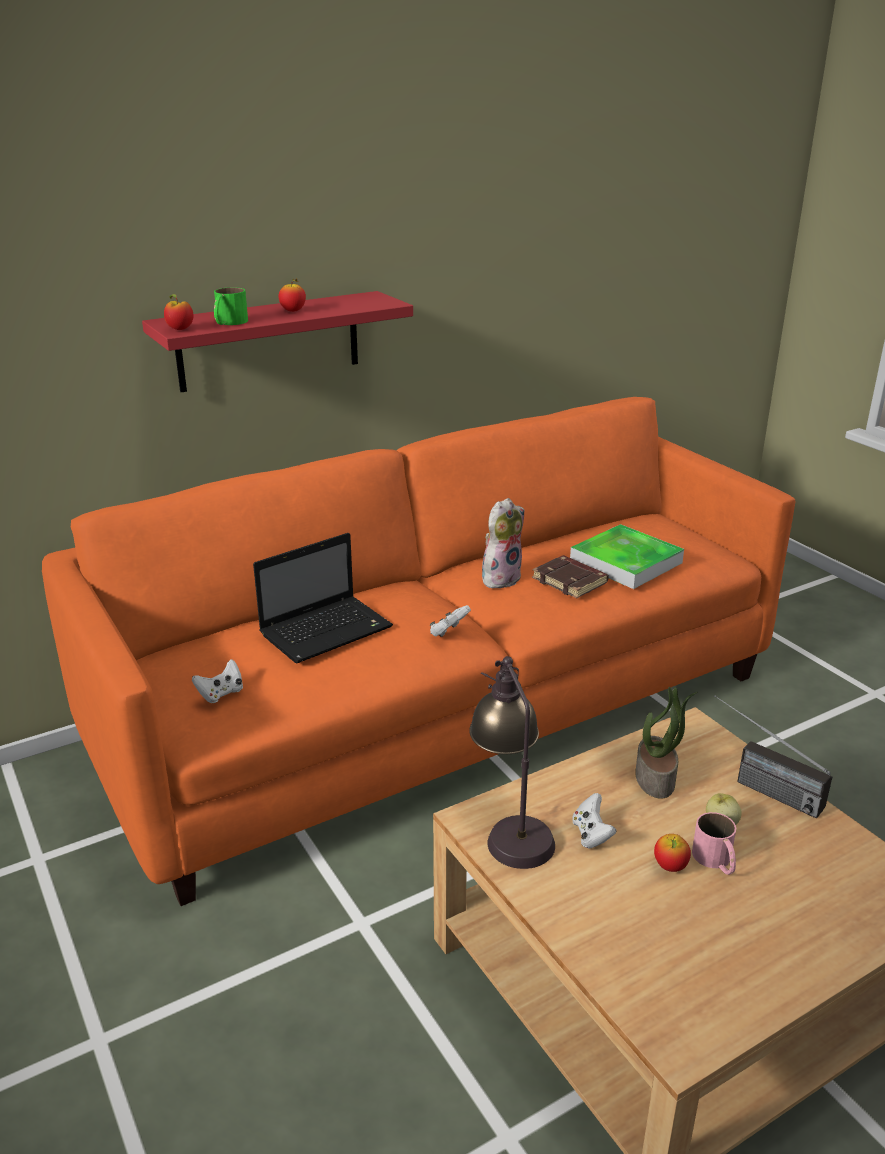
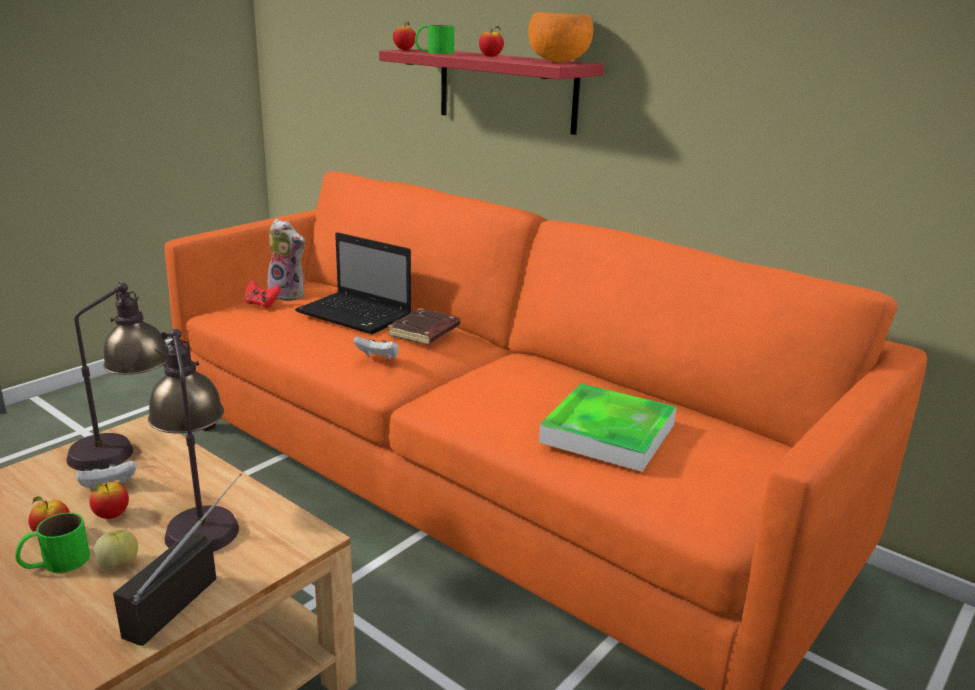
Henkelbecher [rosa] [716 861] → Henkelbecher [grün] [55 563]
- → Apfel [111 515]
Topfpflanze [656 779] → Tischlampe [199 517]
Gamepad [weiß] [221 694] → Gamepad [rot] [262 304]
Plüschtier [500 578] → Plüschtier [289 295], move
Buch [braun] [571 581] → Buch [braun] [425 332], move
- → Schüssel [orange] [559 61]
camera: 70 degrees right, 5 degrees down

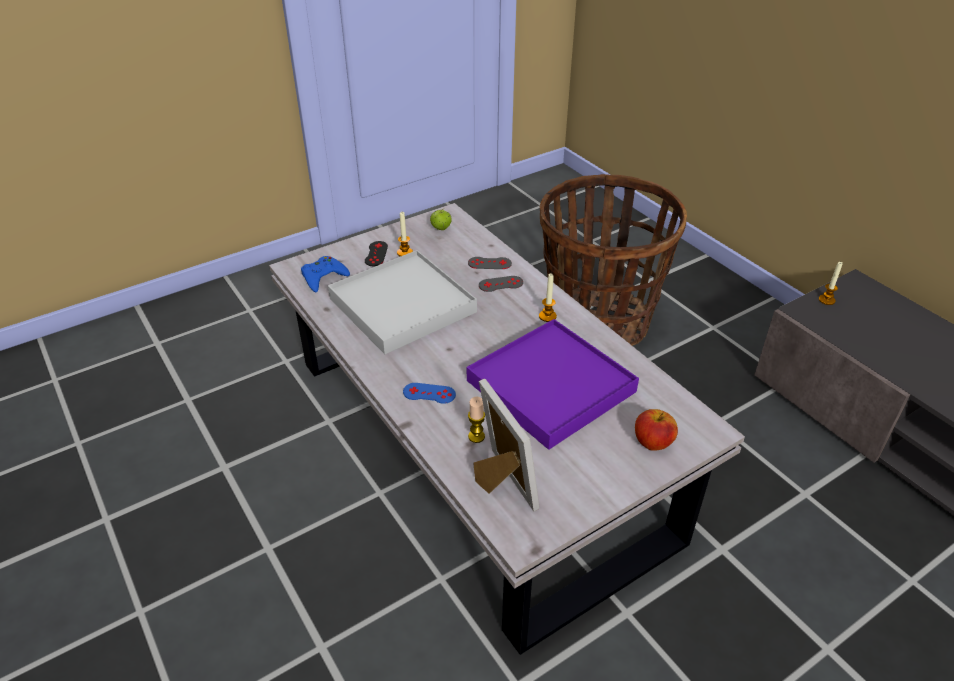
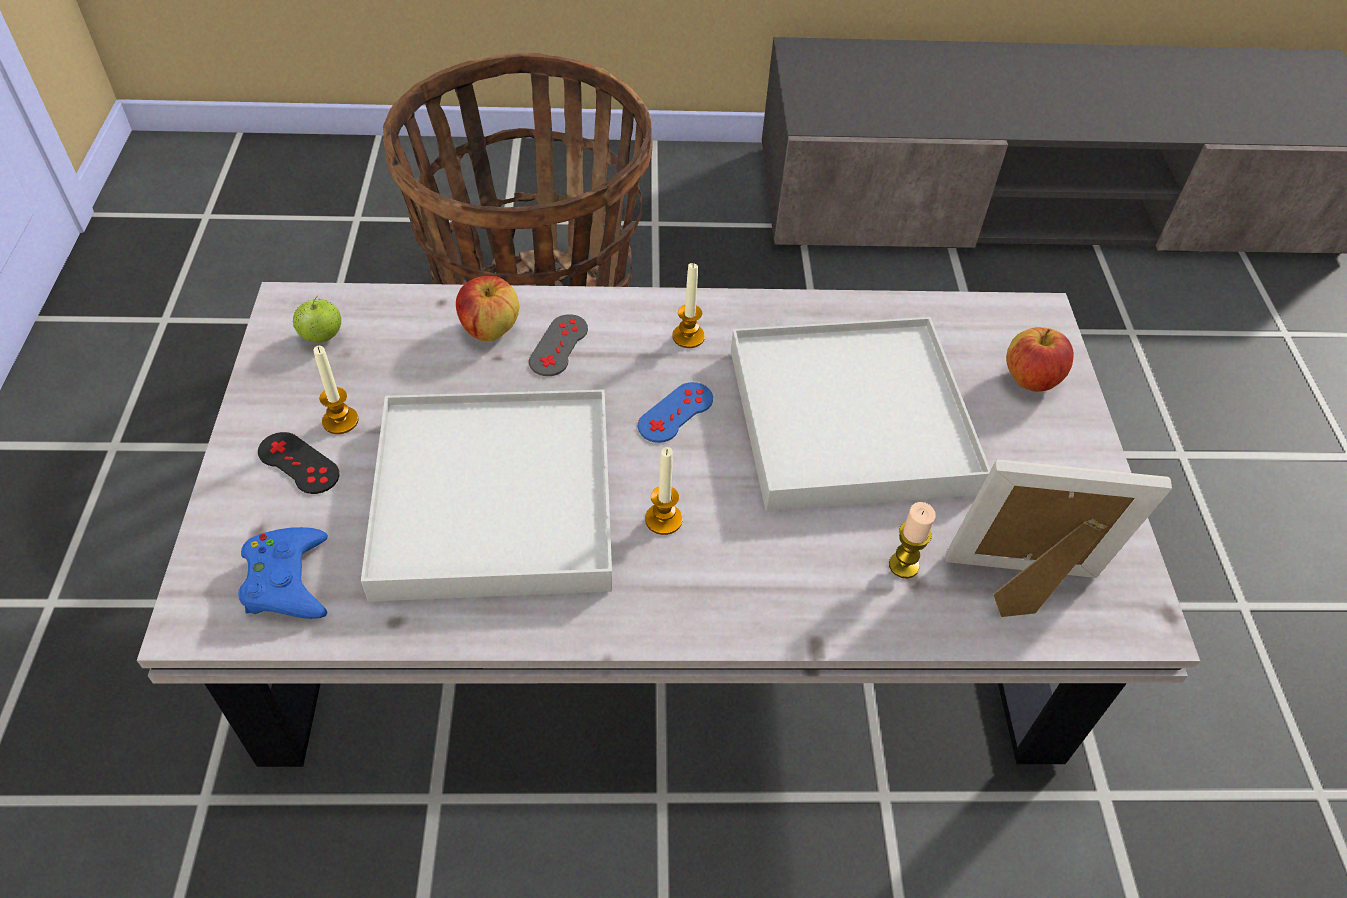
Gamepad [grau] [489 263] → Apfel [490 329]
Gamepad [blau] [429 393] → Gamepad [blau] [675 412], move
Kerze [826 300] → Kerze [663 519], move
Tablett [lila] [551 386] → Tablett [weiß] [849 419]
camera: 60 degrees left, 10 degrees up

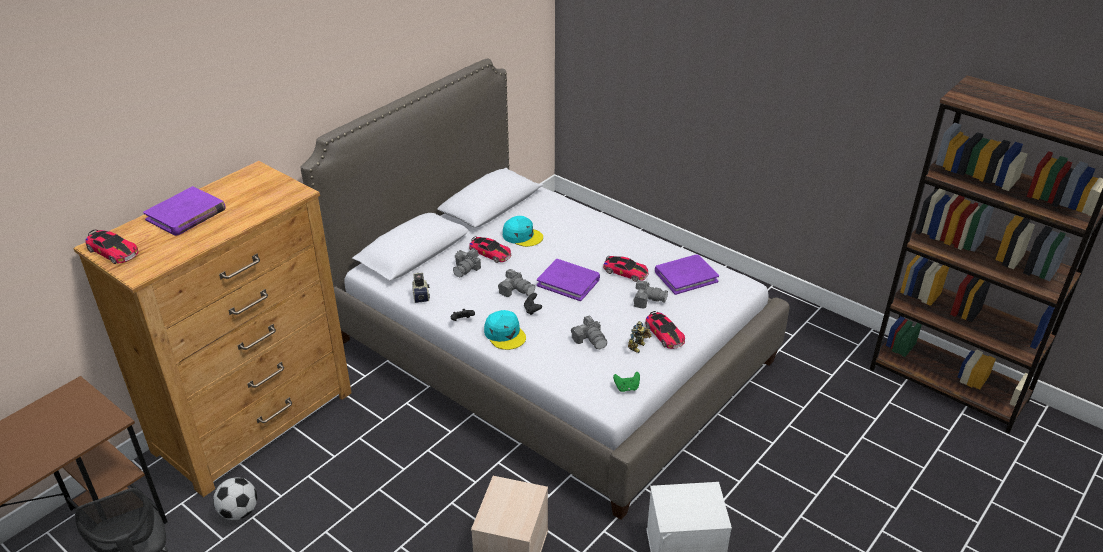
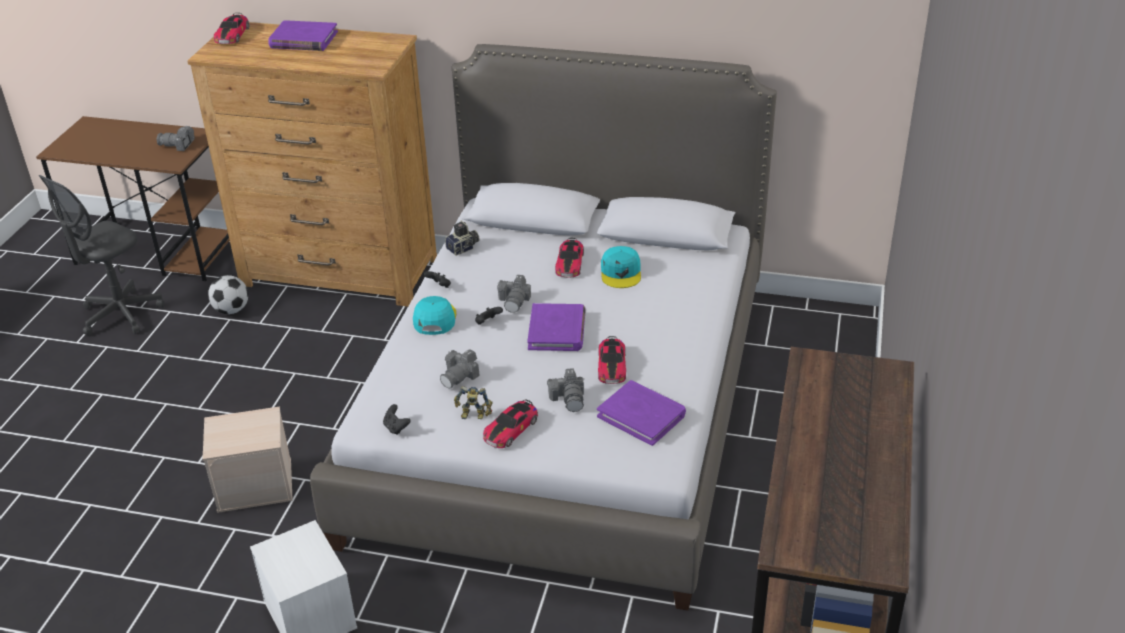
Kamera [466 269] → Kamera [178 145], move
Gamepad [grün] [627 388] → Gamepad [schwarz] [396 428]
Kappe [türkis] [505 334] → Kappe [türkis] [434 319], 150 degrees clockwise
camera: 65 degrees right, 0 degrees up

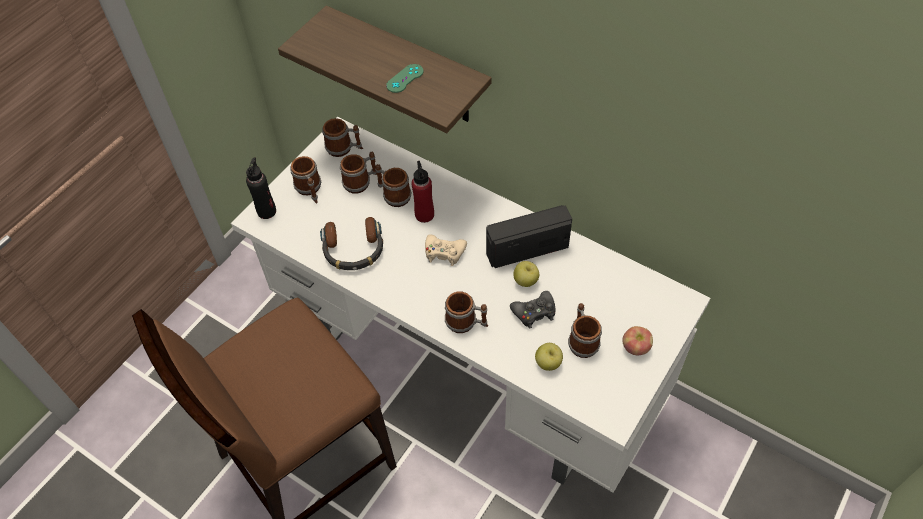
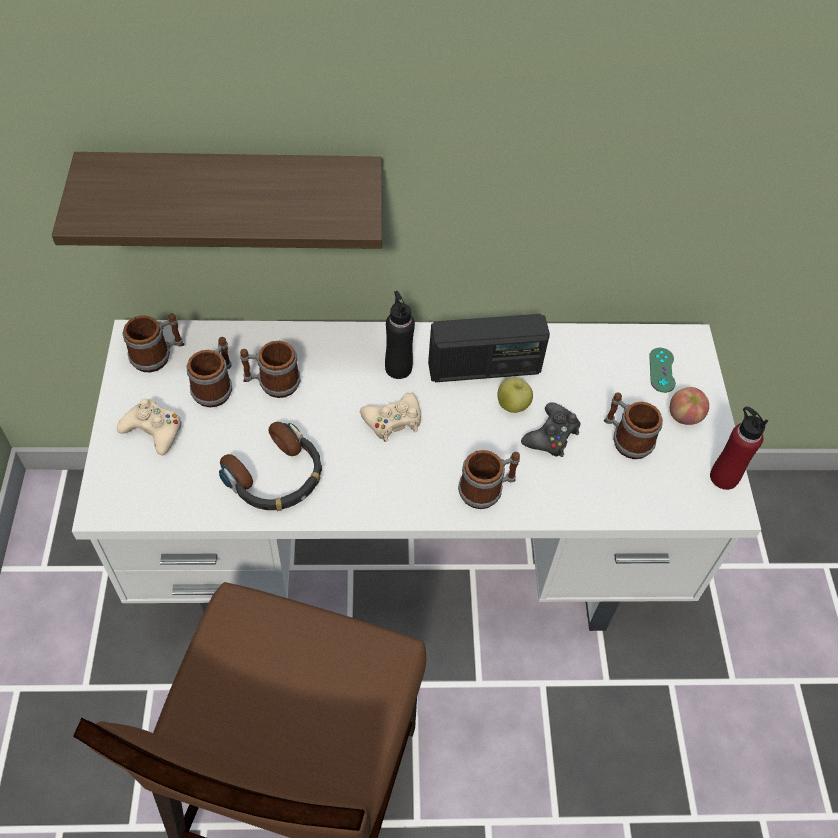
Henkelbecher [310 190] → Gamepad [beige] [154 430]
Flasche [schwarz] [267 211] → Flasche [schwarz] [398 368], move
Radio [527 249] → Radio [484 368], 135 degrees counterclockwise
Gamepad [grün] [405 78] → Gamepad [grün] [662 370], move
Flasche [rot] [424 215] → Flasche [rot] [724 477], move
Apfel [548 363] → -
camera: 40 degrees left, 0 degrees up

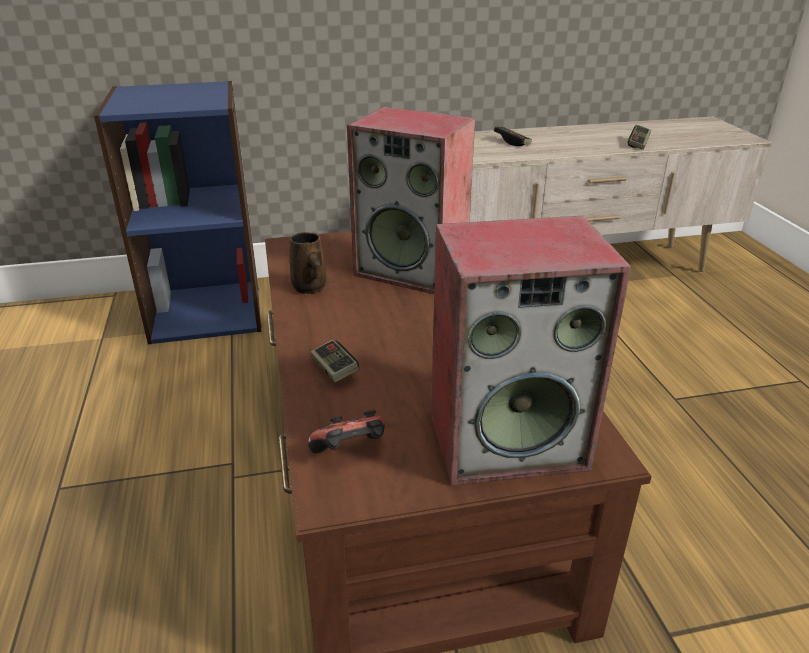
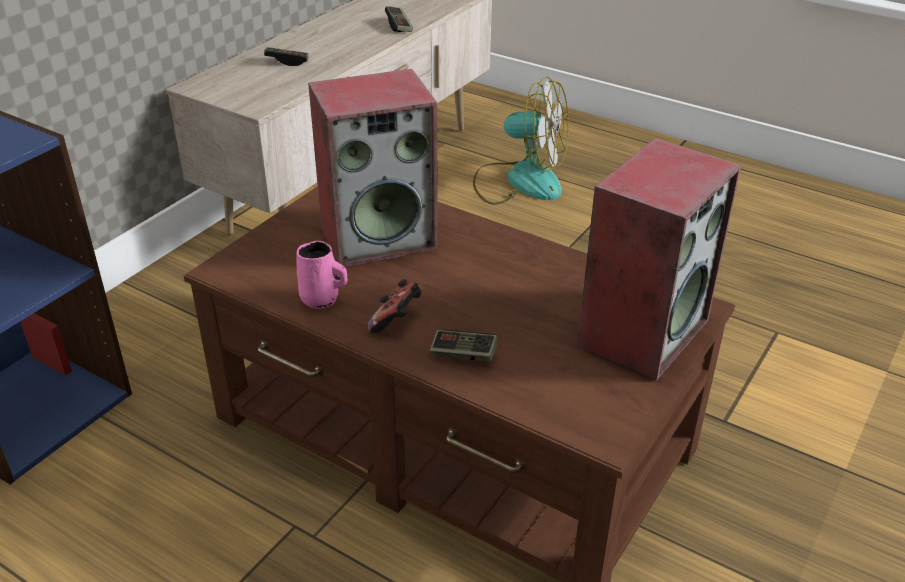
Henkelbecher [braun] [310 288] → Henkelbecher [rosa] [322 300]
Gamepad [350 453] → Gamepad [397 321], move
- → Ventilator [520 181]
camera: 45 degrees left, 5 degrees up

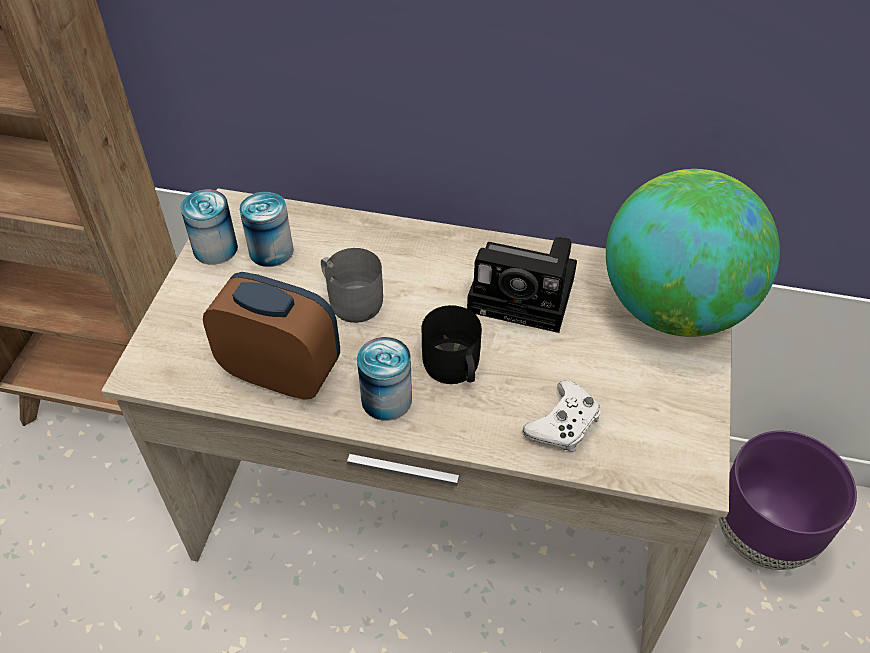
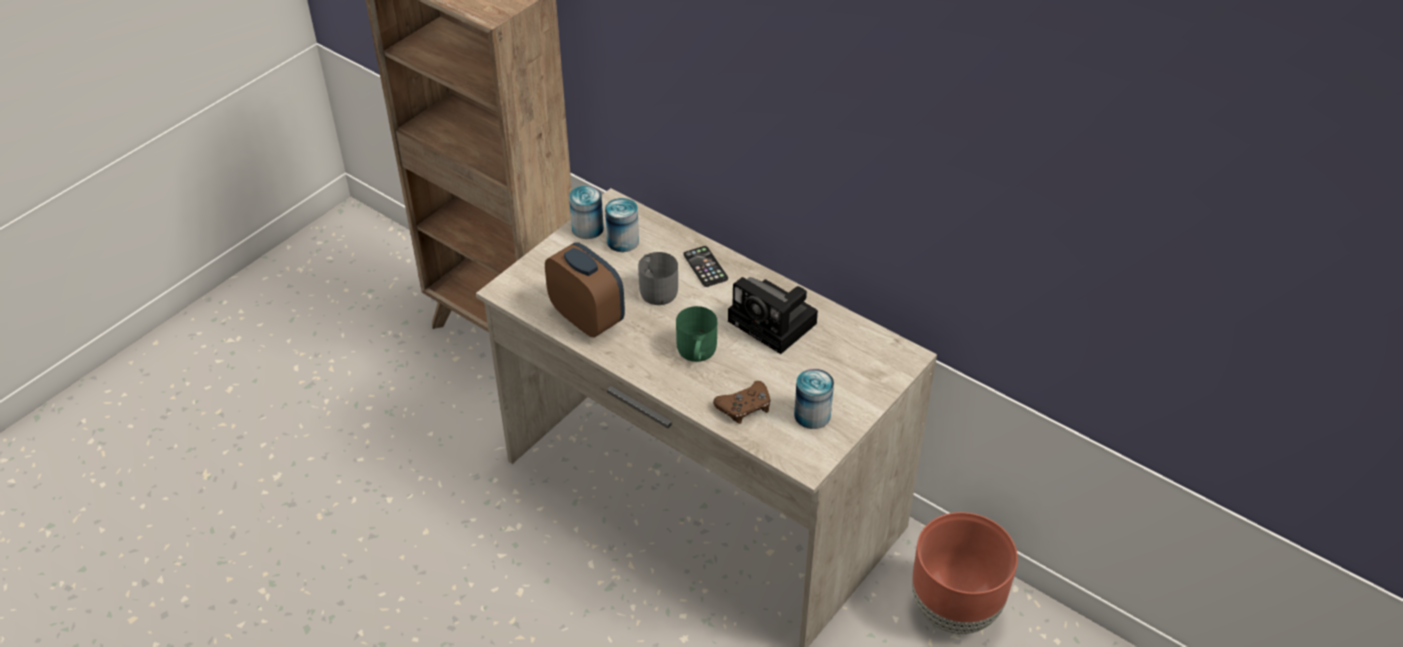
Henkelbecher [schwarz] [453 369] → Henkelbecher [grün] [696 352]
- → Handy [705 267]
Gamepad [weiß] [563 424] → Gamepad [braun] [744 407]
Dose [386 399] → Dose [812 415], move
Pflanzkübel [lila] [763 535] → Pflanzkübel [braun] [955 609]
Globus [673 308] → -
camera: 25 degrees right, 5 degrees down

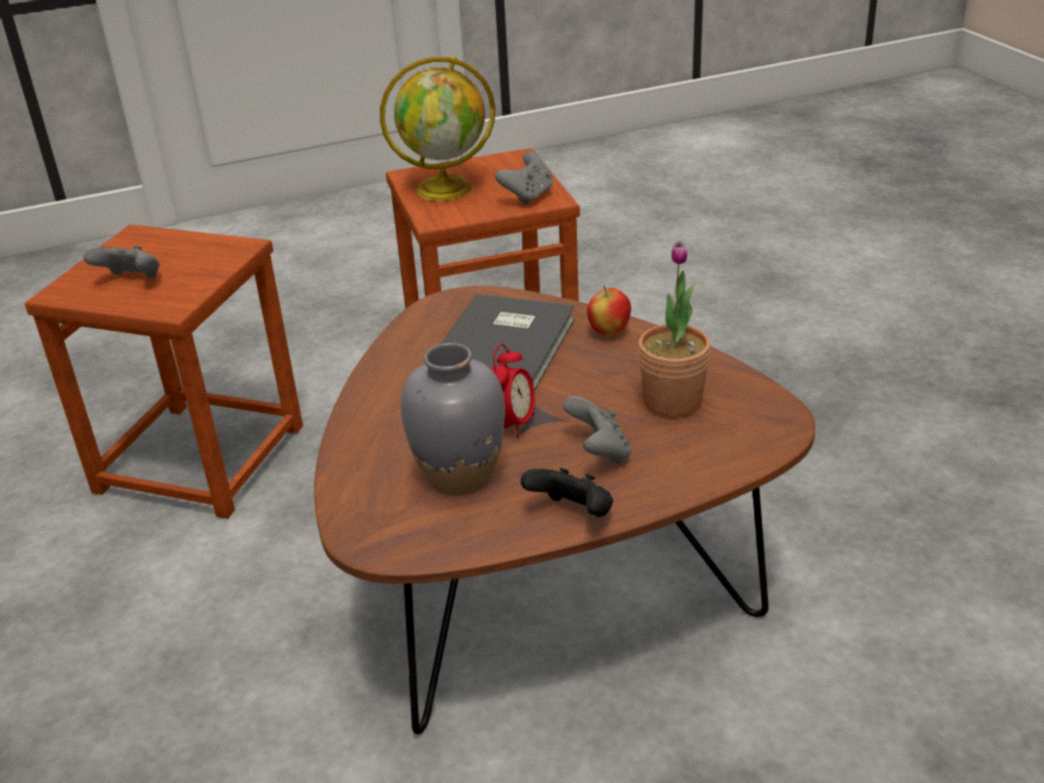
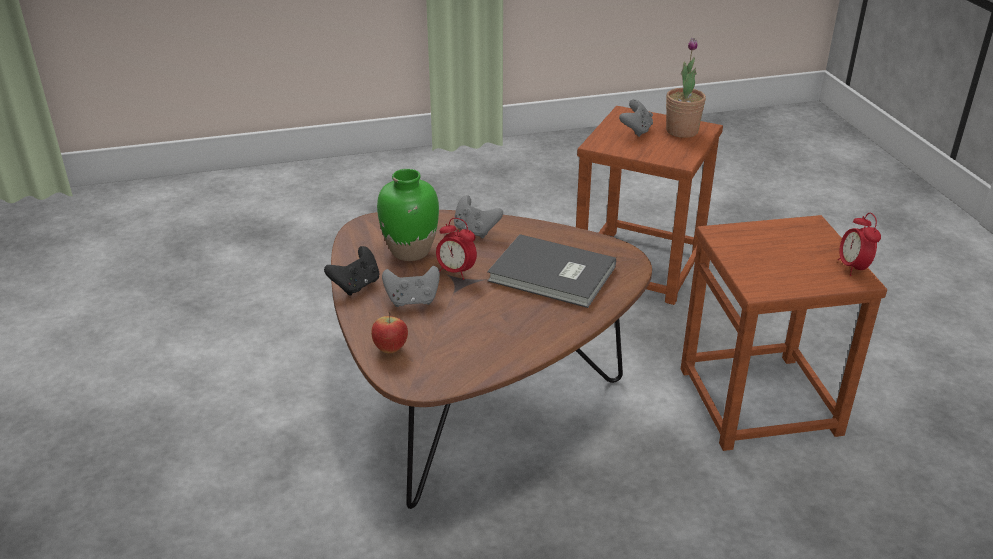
Apfel [609 332] → Apfel [390 349], move
Vase [grau] [459 476] → Vase [grün] [411 251]
Gamepad [grau] [528 196] → Gamepad [grau] [475 231], move
Topfpflanze [672 401] → Topfpflanze [682 131], move
- → Wecker [853 268]
Globus [446 188] → -
camera: 95 degrees right, 0 degrees up

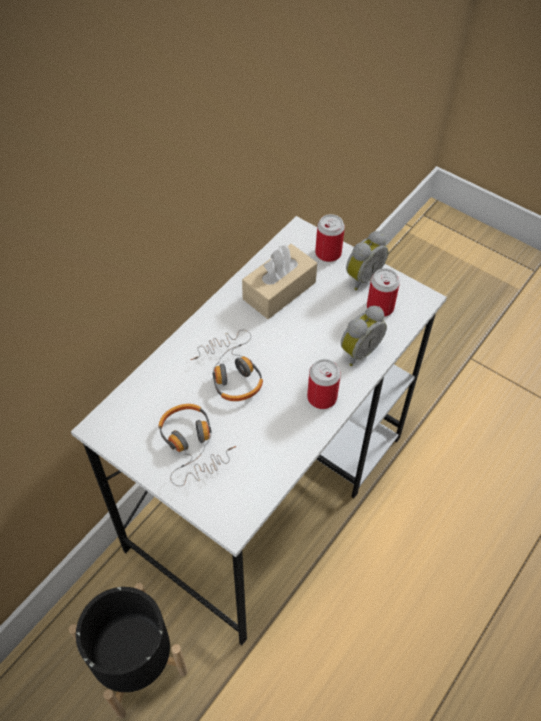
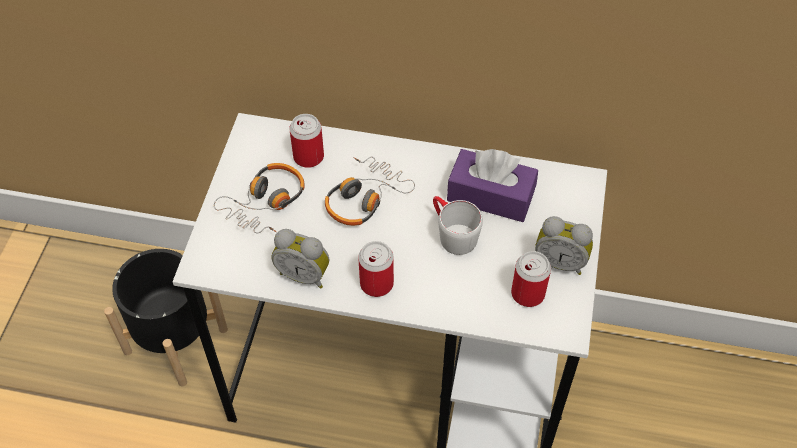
Wecker [358 351] → Wecker [304 274], move
Dose [328 253] → Dose [308 157], move
- → Henkelbecher [weiß] [452 233]
Taschentuchbox [beige] [279 290] → Taschentuchbox [lila] [490 196]
camera: 65 degrees right, 0 degrees up

